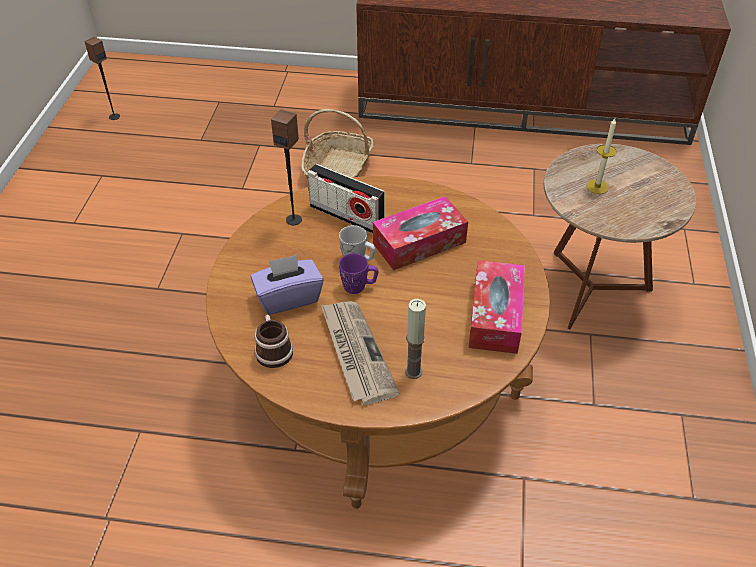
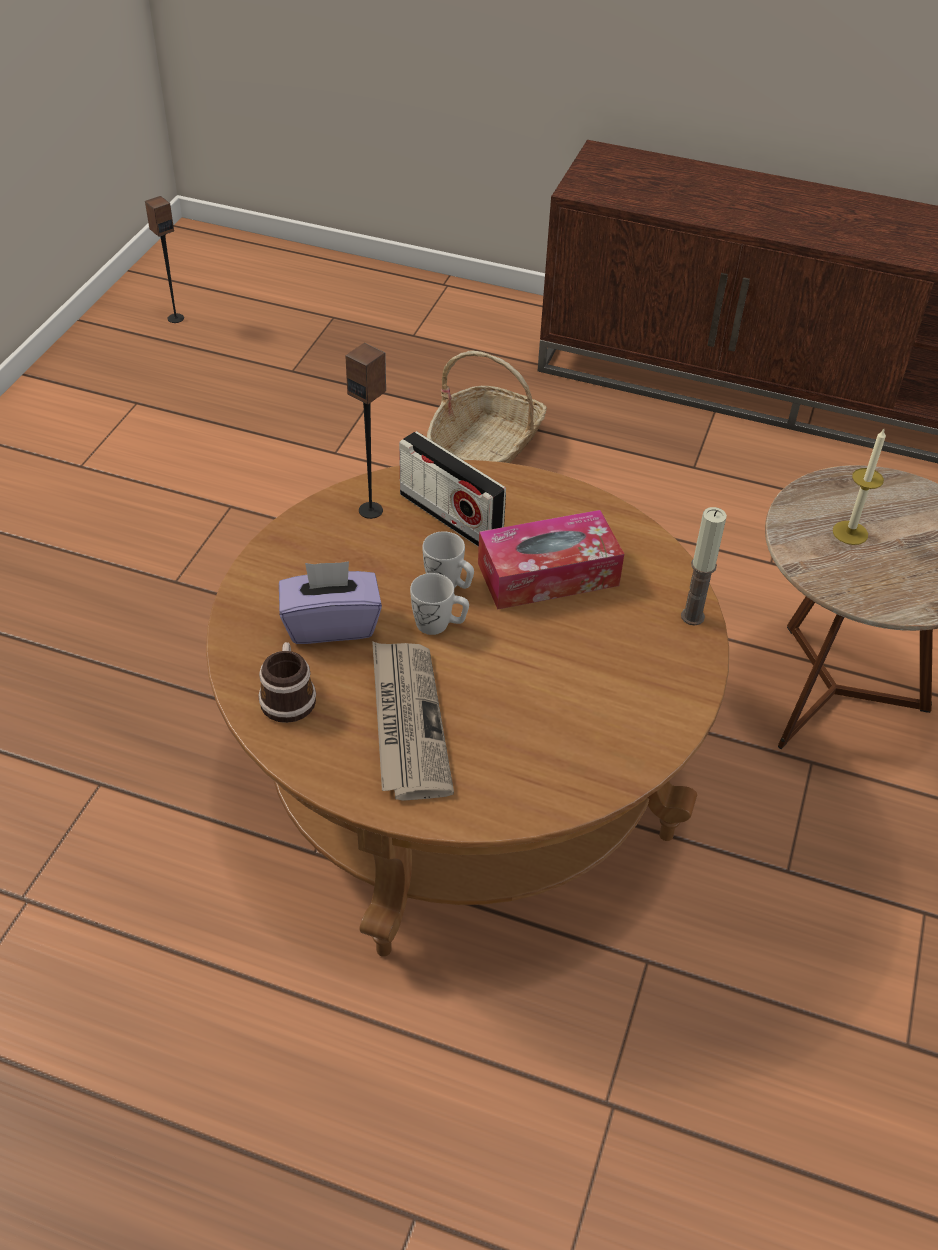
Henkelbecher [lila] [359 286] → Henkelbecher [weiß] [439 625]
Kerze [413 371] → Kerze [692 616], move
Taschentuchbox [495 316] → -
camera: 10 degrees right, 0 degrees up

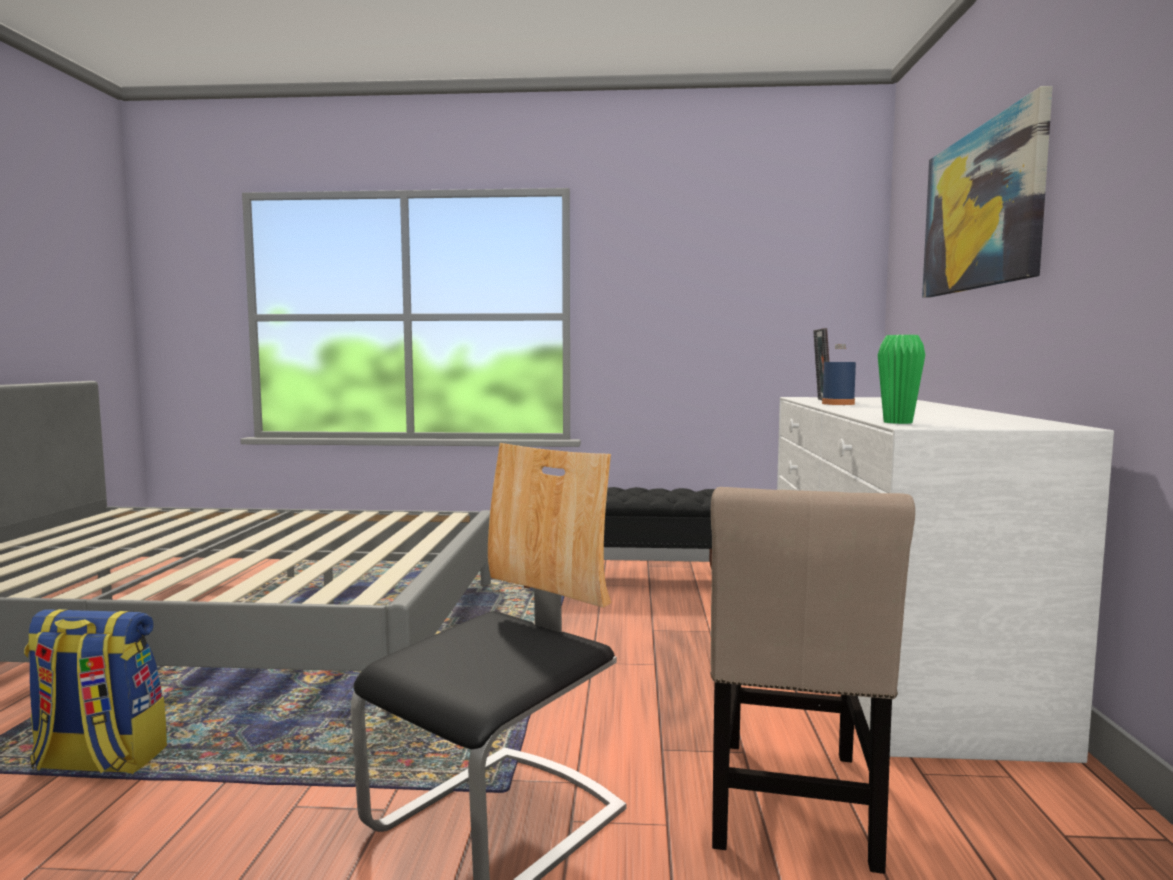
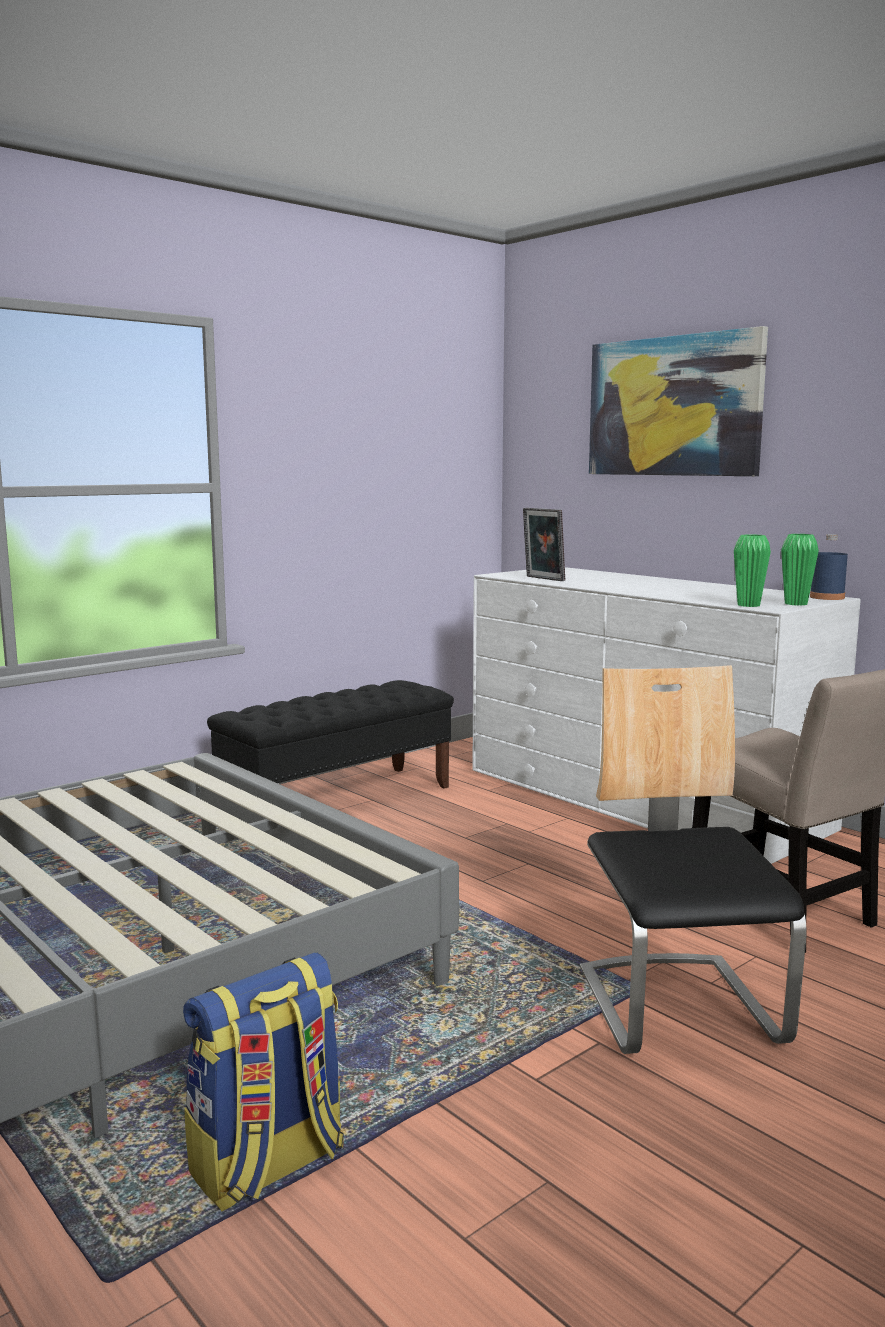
- → Vase [grün] [796 604]
Flasche [blau] [838 404] → Flasche [blau] [827 597], move
camera: 45 degrees left, 5 degrees up

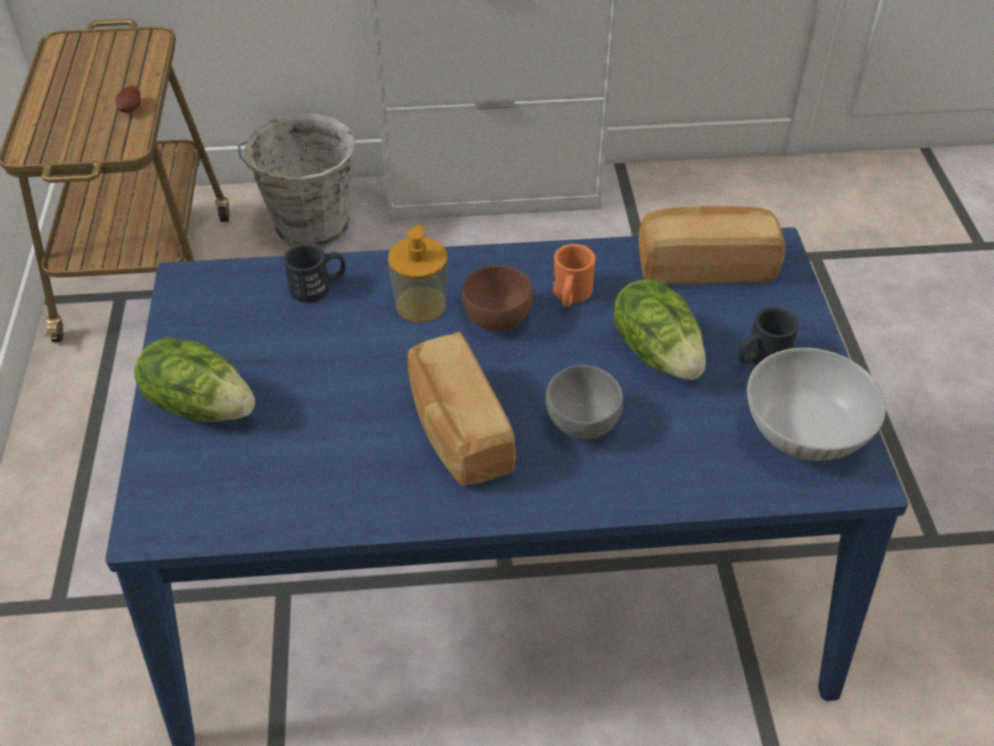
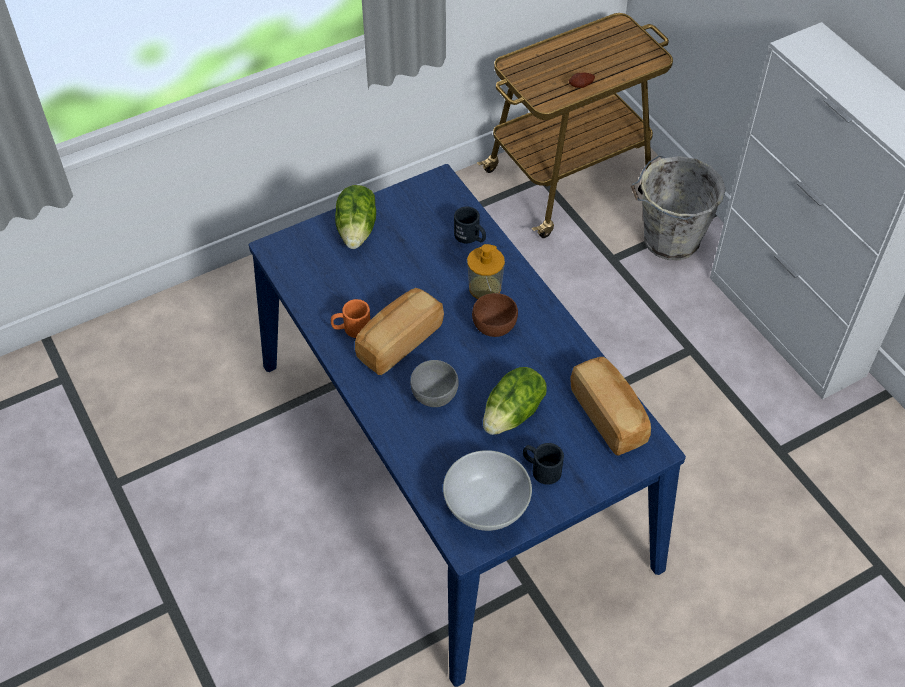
Henkelbecher [orange] [570 295] → Henkelbecher [orange] [351 328], move
camera: 65 degrees right, 5 degrees up

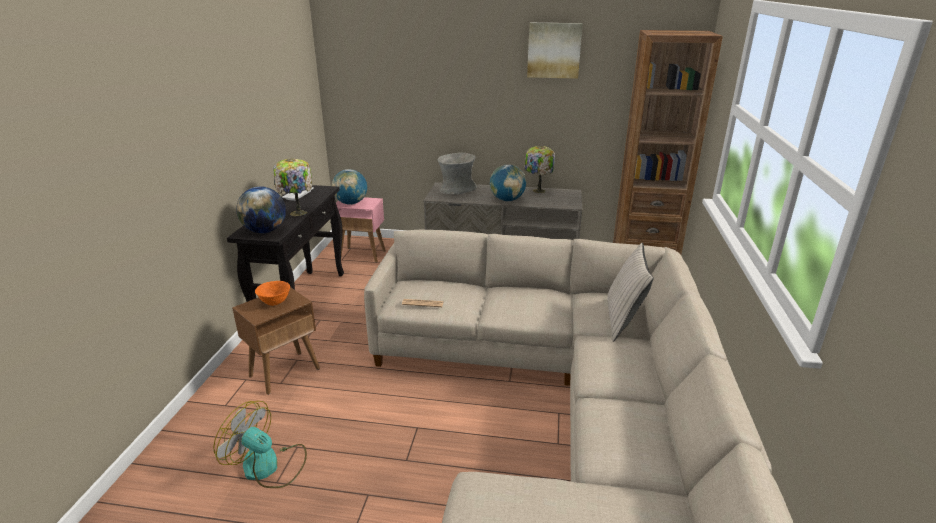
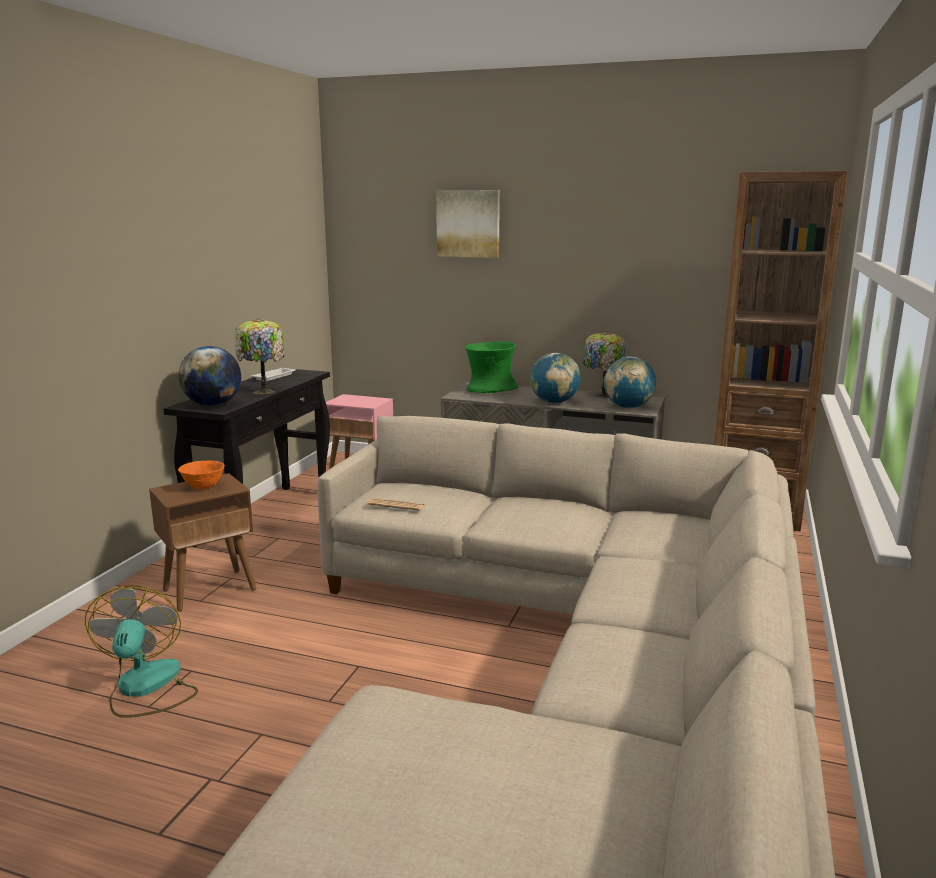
Ventilator [268 466] → Ventilator [146 688], 45 degrees clockwise
Bild [554 50] → Bild [468 223], move
Vase [grau] [457 190] → Vase [grün] [491 390]
Globus [351 203] → Globus [628 407], move
Kissen [beige] [623 320] → -
camera: 10 degrees right, 10 degrees down

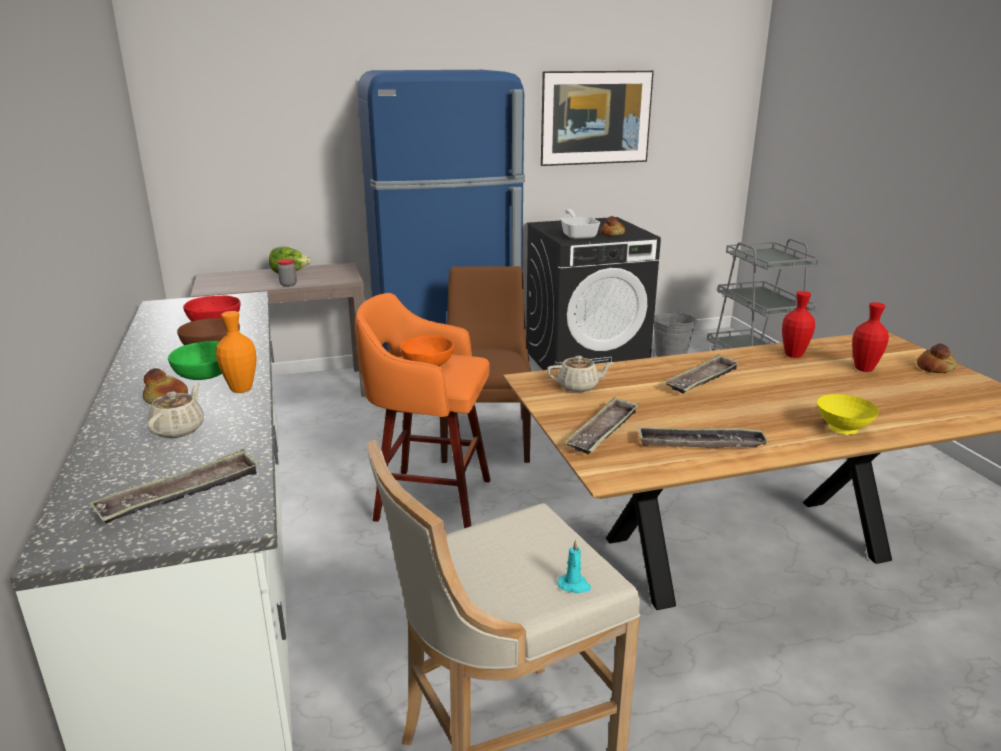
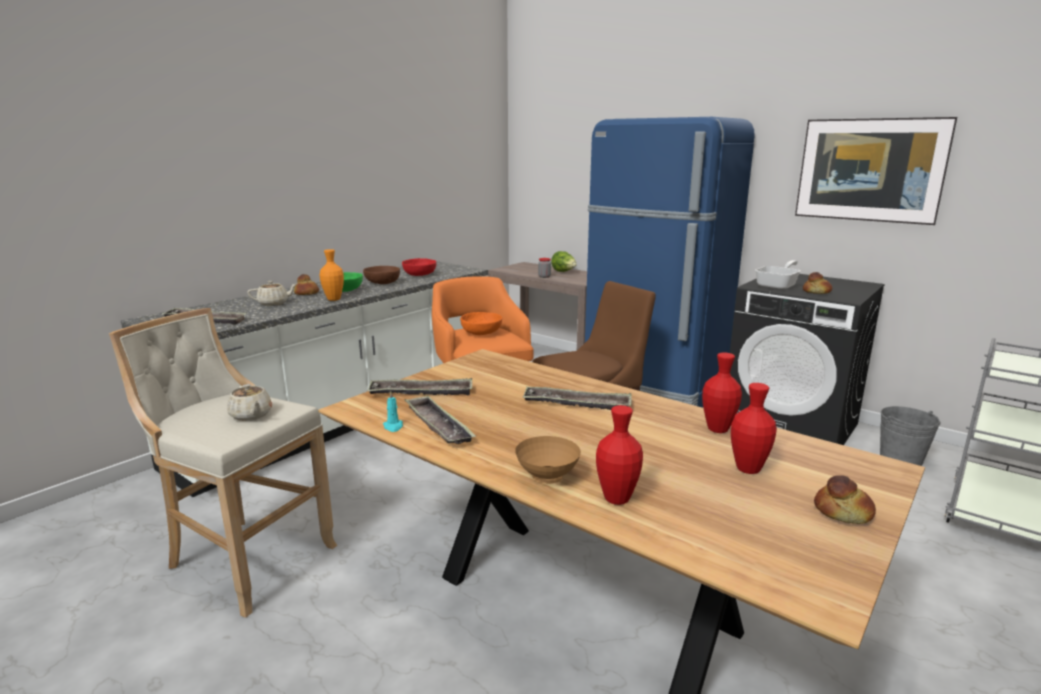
Teekanne [beige] [578 386] → Teekanne [beige] [251 415], move
Kerze [türkis] [574 585] → Kerze [türkis] [393 427], move
Schüssel [gelb] [842 429] → Schüssel [braun] [548 478]
- → Vase [rot] [617 499]
camera: 55 degrees right, 5 degrees down

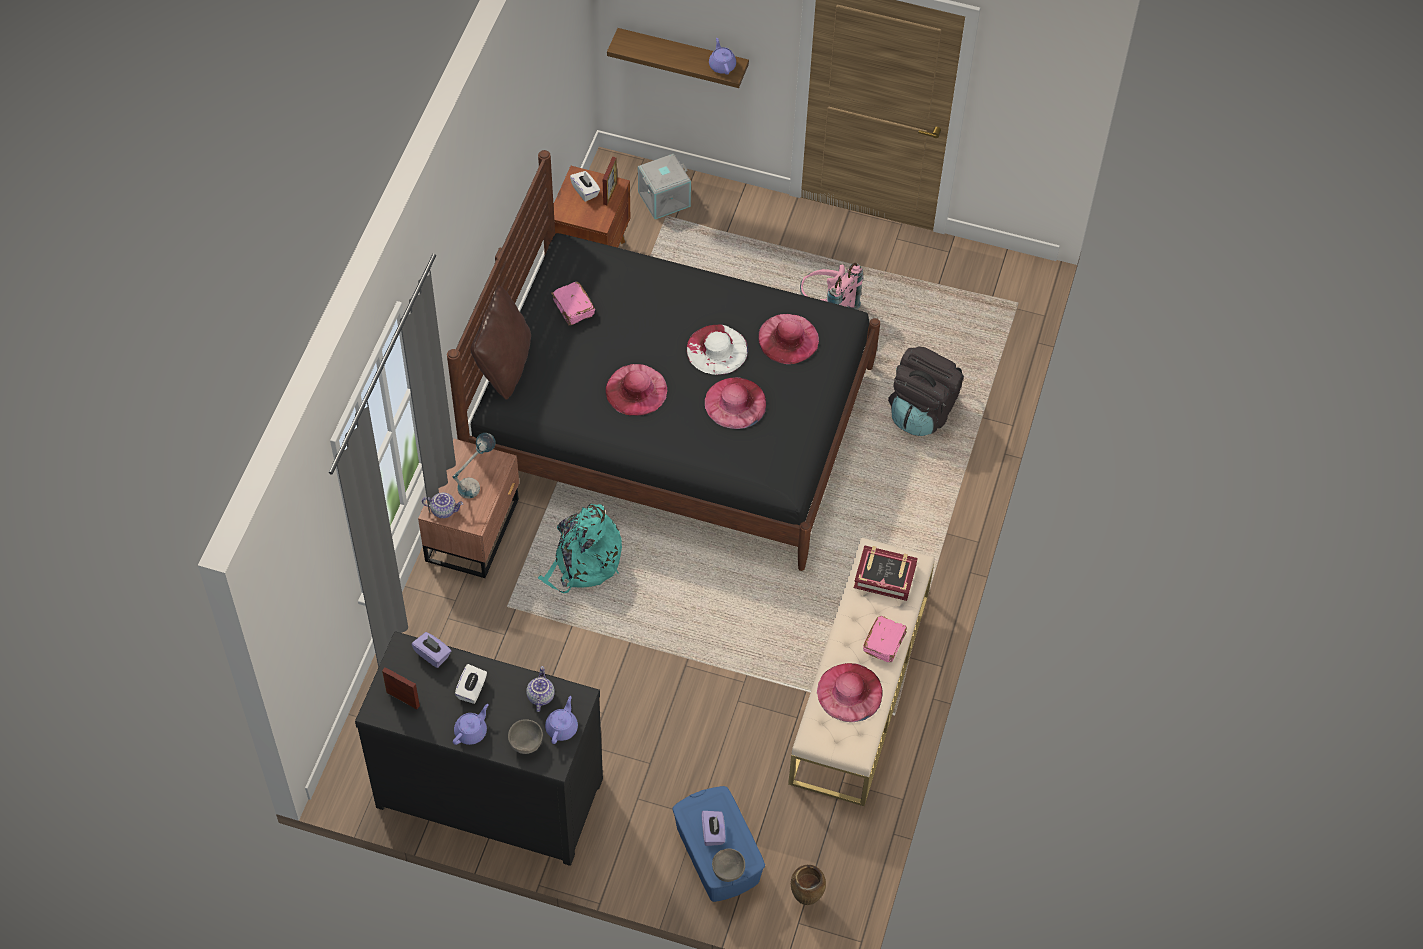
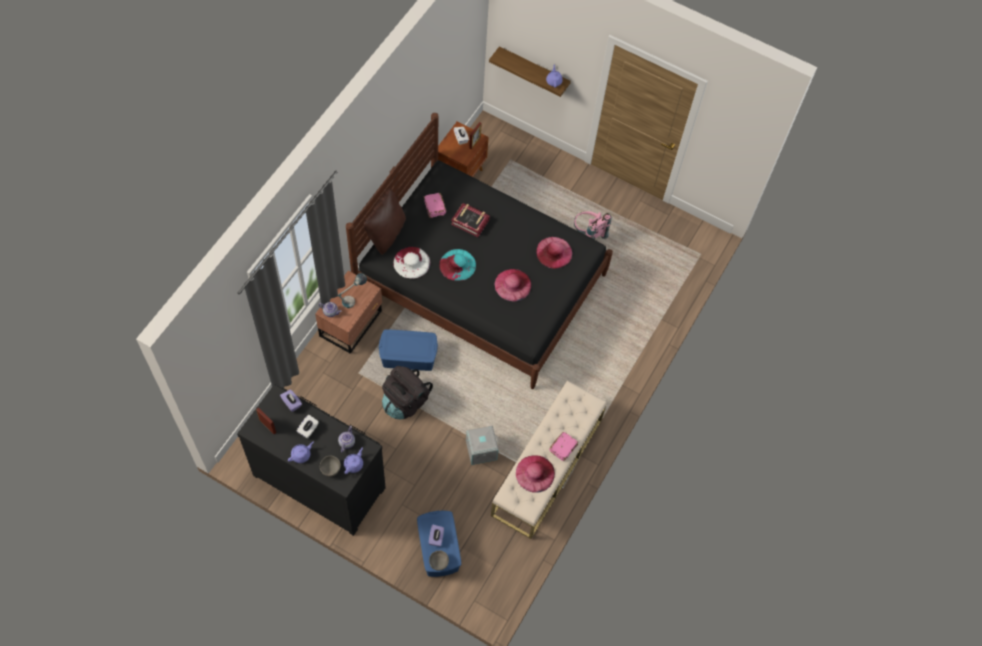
Rucksack [türkis] [583 562] → Aufbewahrungsbox [blau] [408 356]
Rucksack [schwarz] [922 411] → Rucksack [schwarz] [405 402], move
Hut [weiß] [717 349] → Hut [weiß] [411 262], move
Hut [rosa] [636 390] → Hut [türkis] [457 265]
Buch [885 576] → Buch [470 222], move
Aufbewahrungsbox [grau] [664 198] → Aufbewahrungsbox [grau] [481 449], move
Vase [braun] [805 899] → -
camera: 10 degrees right, 5 degrees up

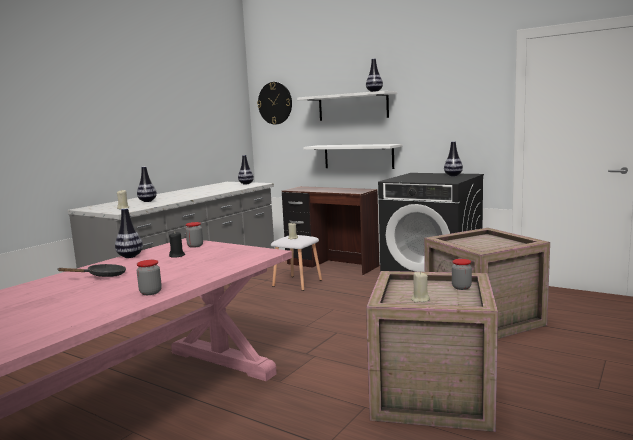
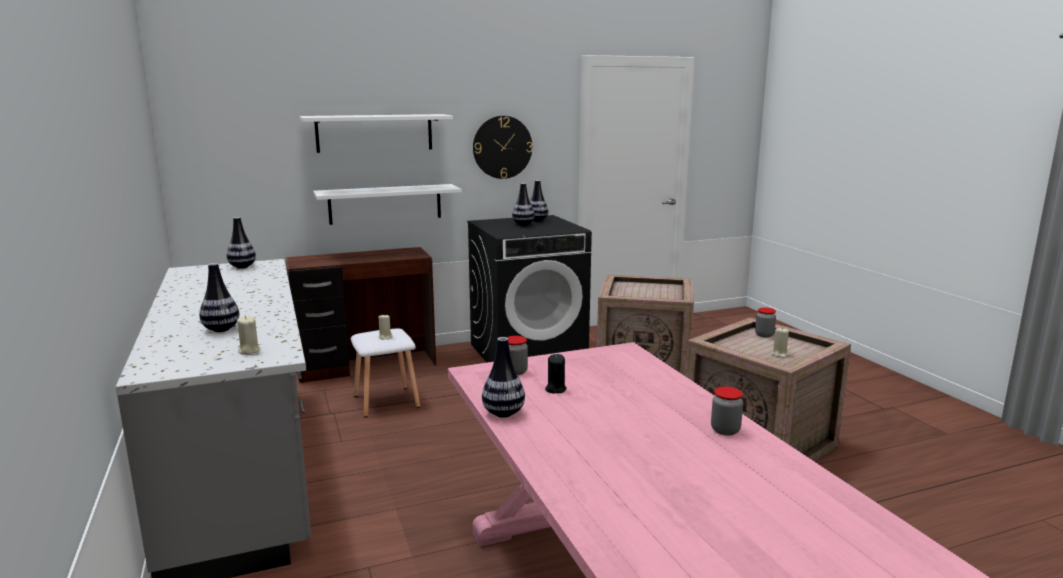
Wanduhr [275 103] → Wanduhr [502 147], move
Vase [374 91] → Vase [523 224], move
Pfanne [schwarz] [102 276] → -
camera: 55 degrees left, 5 degrees up

